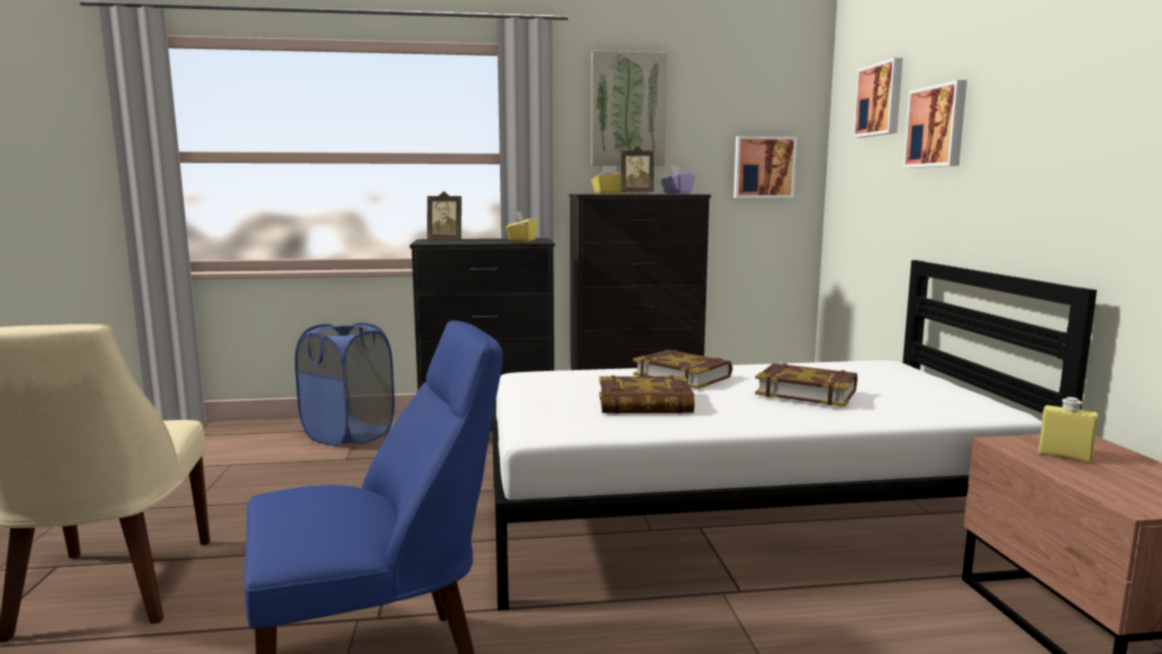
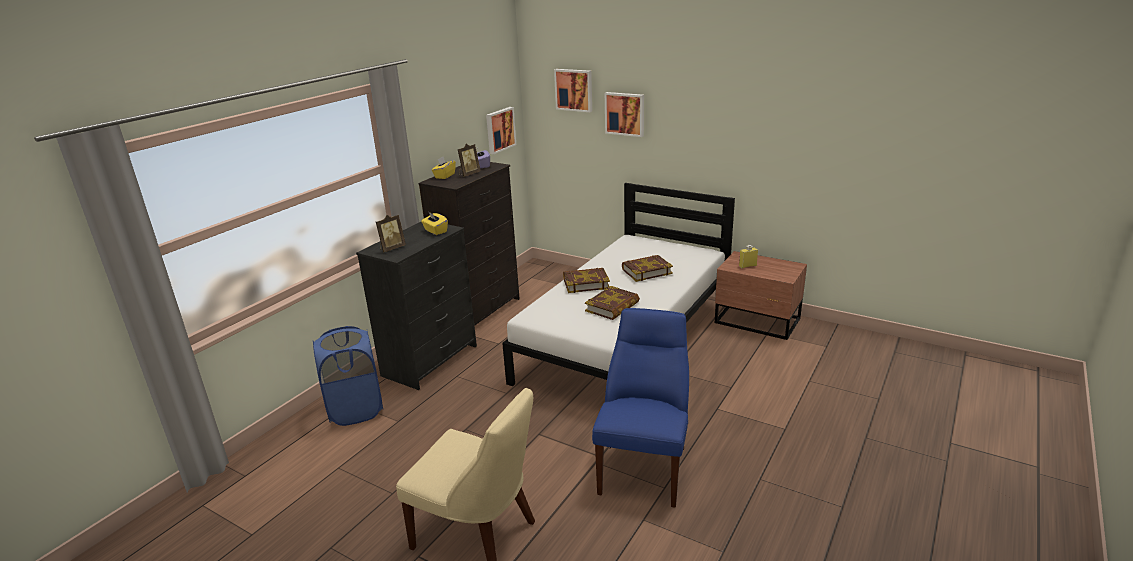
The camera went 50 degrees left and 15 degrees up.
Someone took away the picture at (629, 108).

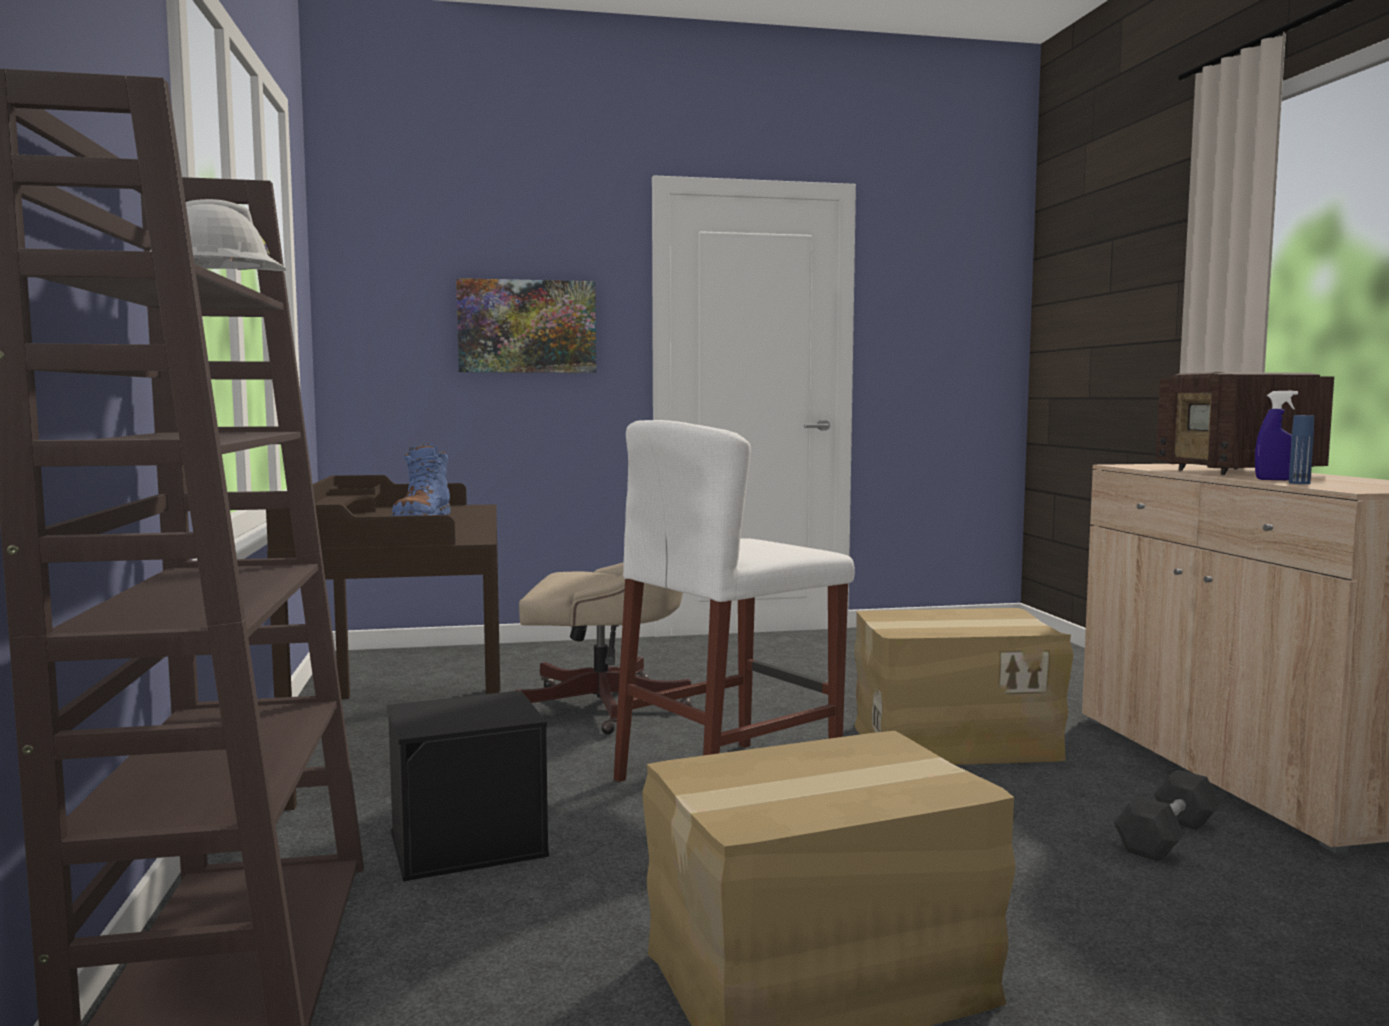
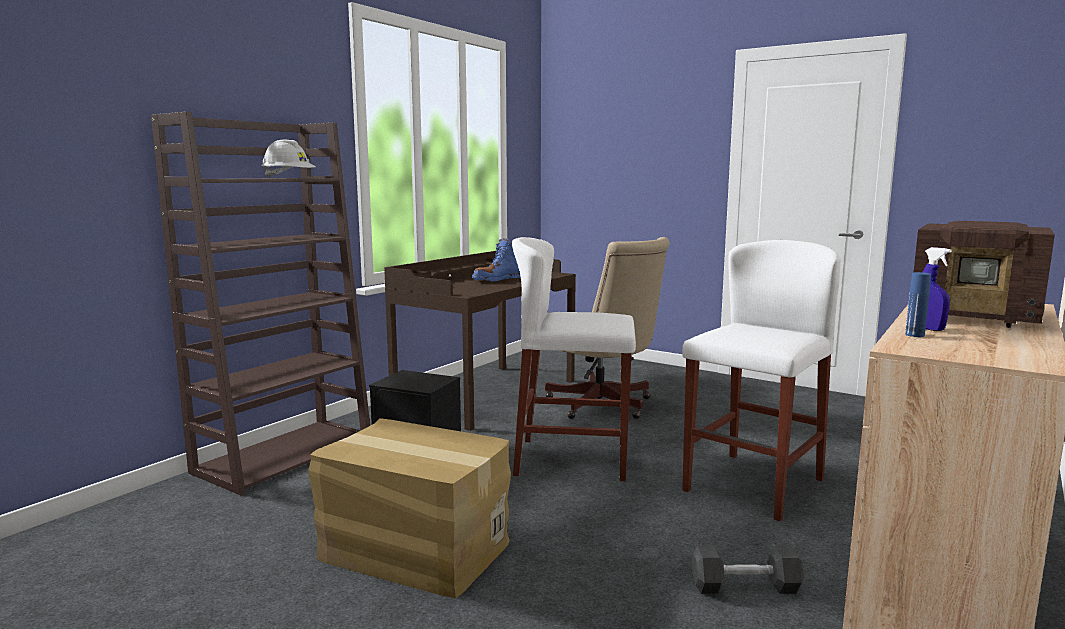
The camera went 45 degrees right and 5 degrees up.
Someone took away the picture at (526, 325).
Someone rotated the radio at (1245, 423) by 90 degrees counterclockwise.
Someone swapped the cardboard box at (963, 686) for the white stool at (761, 380).

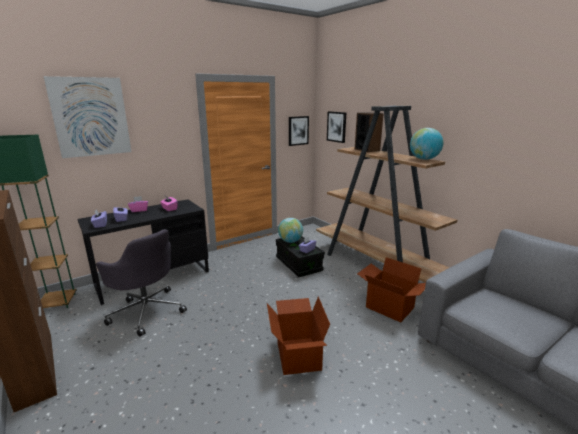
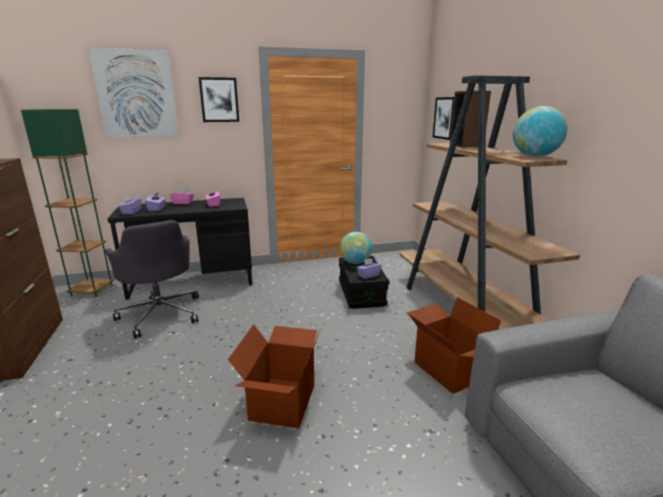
The camera went 20 degrees right and 0 degrees up.
Someone carried the picture from (299, 131) to (219, 99).

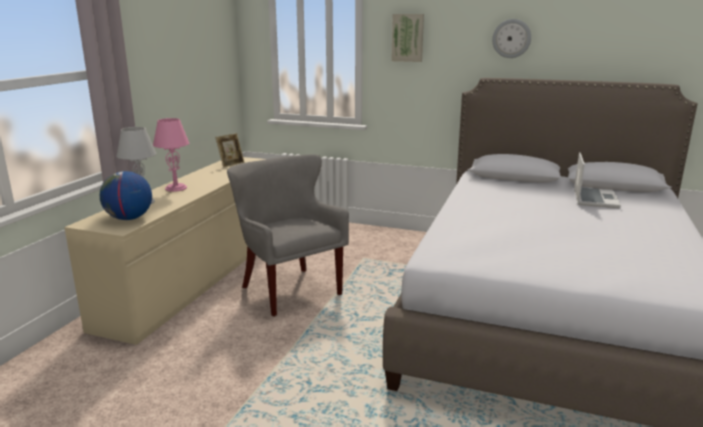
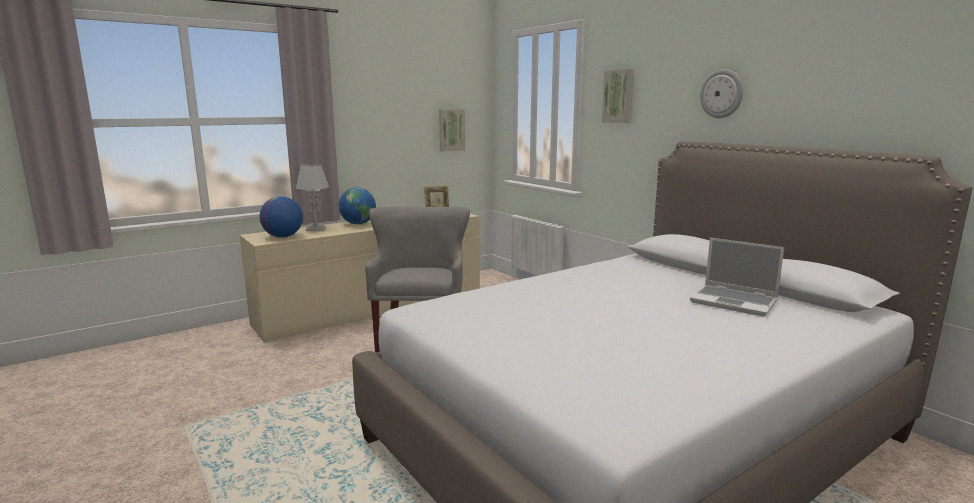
The camera went 35 degrees right and 5 degrees down.
Someone swapped the pink table lamp at (171, 155) for the globe at (357, 205).
Someone rotated the laptop at (597, 180) by 75 degrees clockwise.
Someone put up the picture at (452, 130).

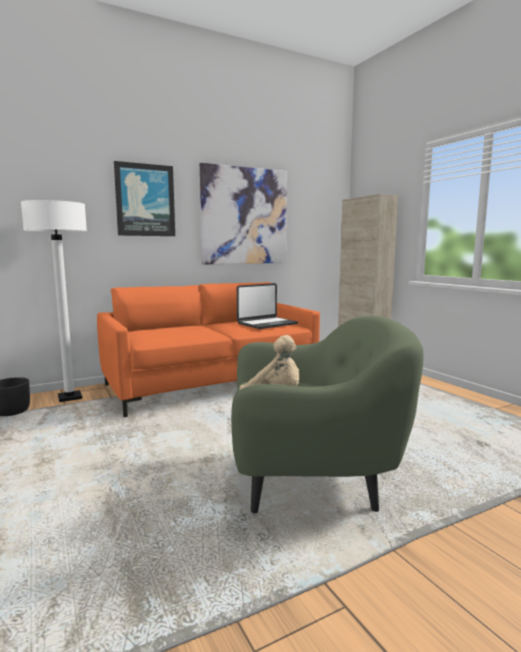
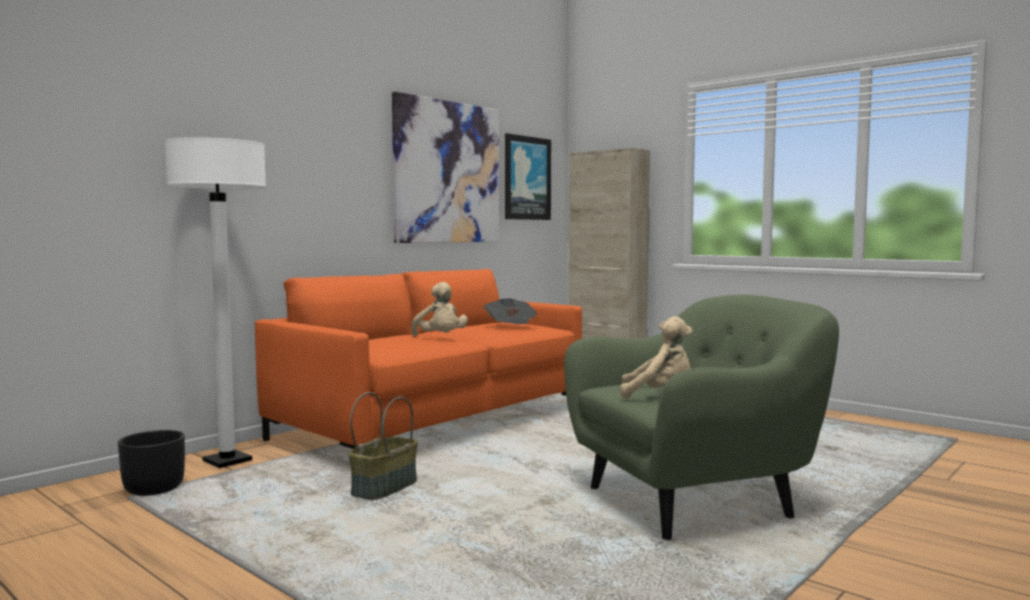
The camera went 20 degrees left and 5 degrees down.
Someone carried the picture from (144, 198) to (528, 176).
Someone swapped the laptop at (267, 306) for the newspaper at (510, 311).
Someone put down the beige plush toy at (439, 309).
Someone put down the basket at (383, 446).

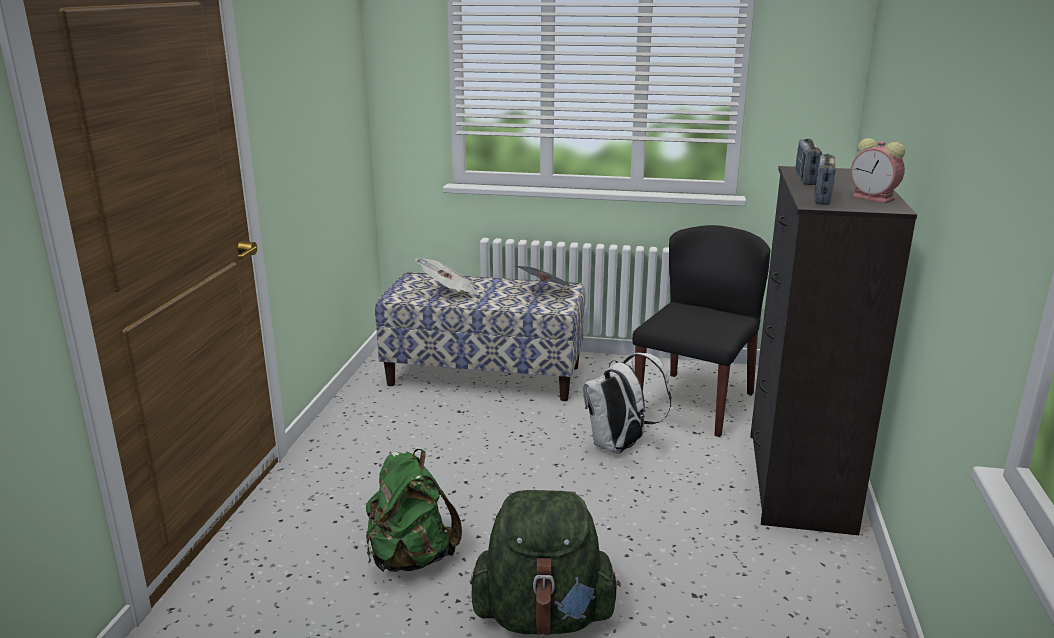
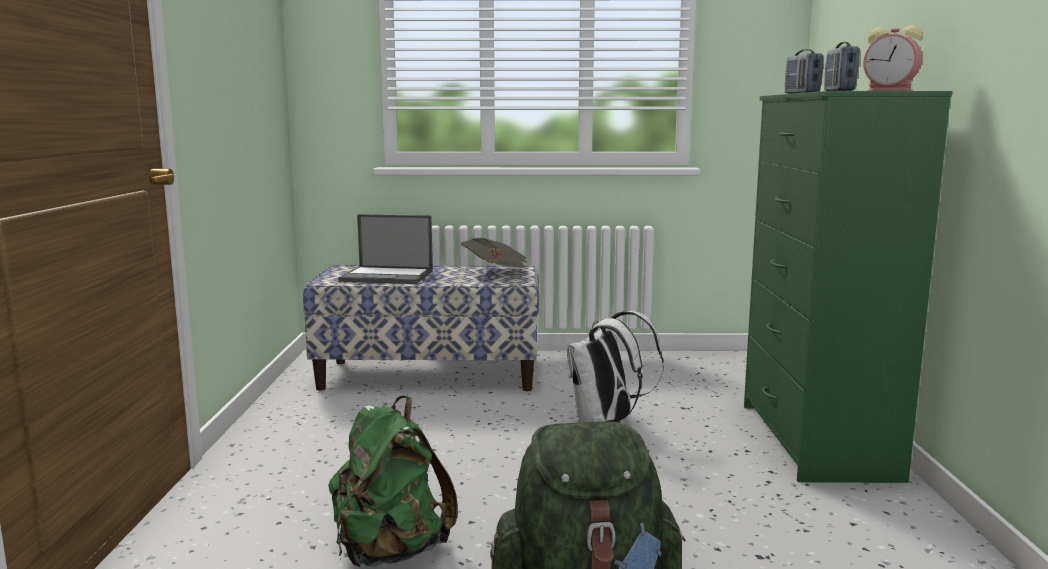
The camera went 10 degrees left and 10 degrees down.
Someone repainted the black dresser at (833, 350), which became the green dresser at (848, 287).
Someone took away the black chair at (701, 331).
Someone swapped the newspaper at (447, 276) for the laptop at (385, 249).

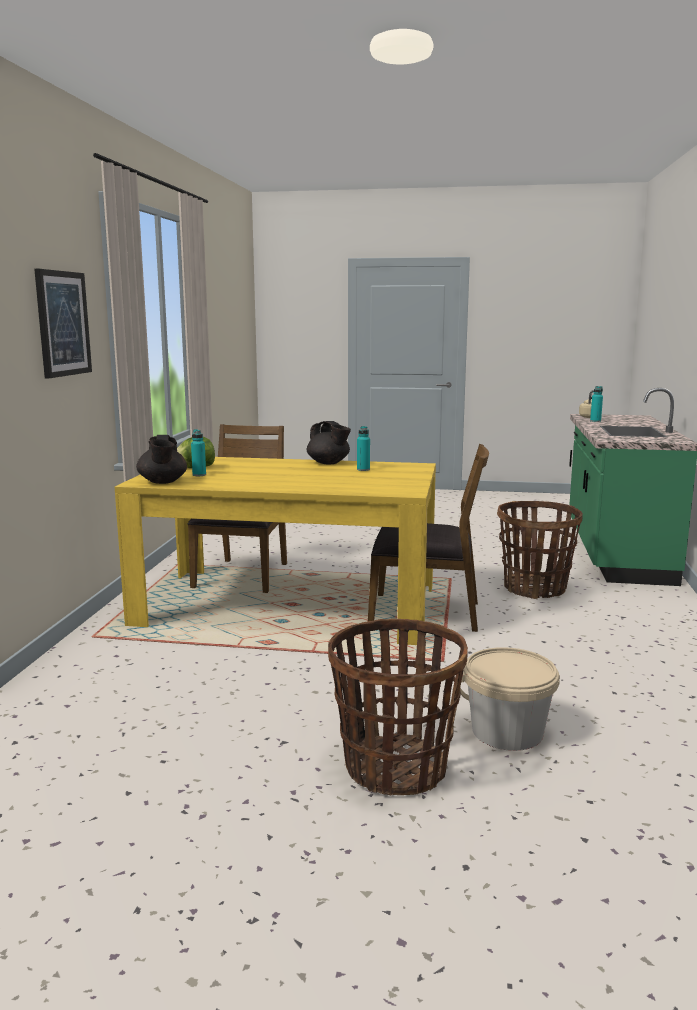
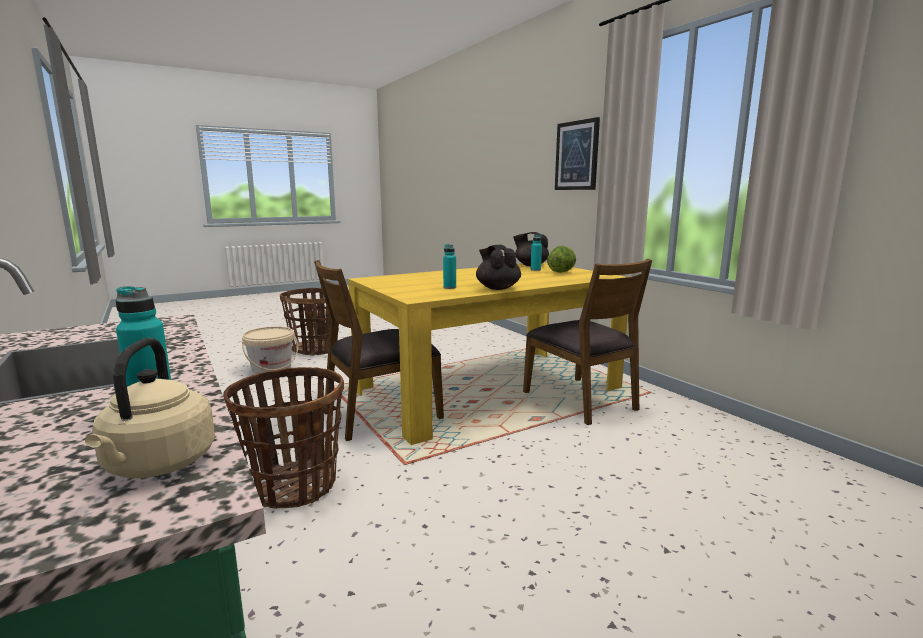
The camera went 140 degrees right and 0 degrees up.
Someone rotated the black teapot at (329, 442) by 60 degrees clockwise.

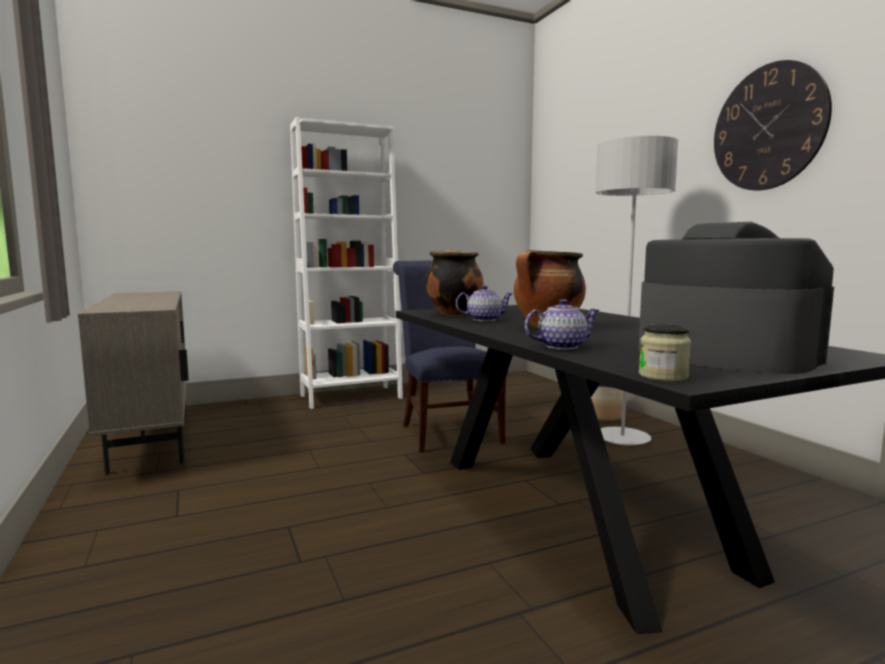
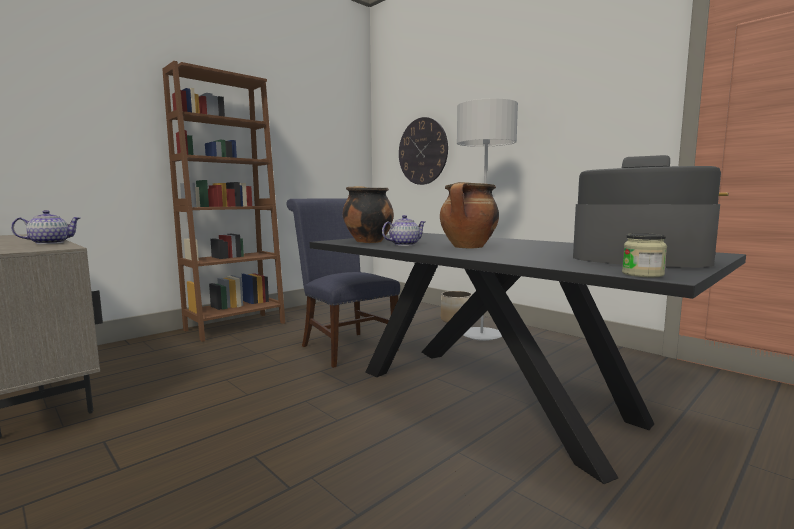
The camera went 20 degrees left and 0 degrees up.
Someone carried the wall clock from (773, 125) to (423, 151).
Someone repainted the white bookcase at (346, 263), which became the brown bookcase at (224, 201).
Someone carried the teapot from (562, 324) to (45, 227).

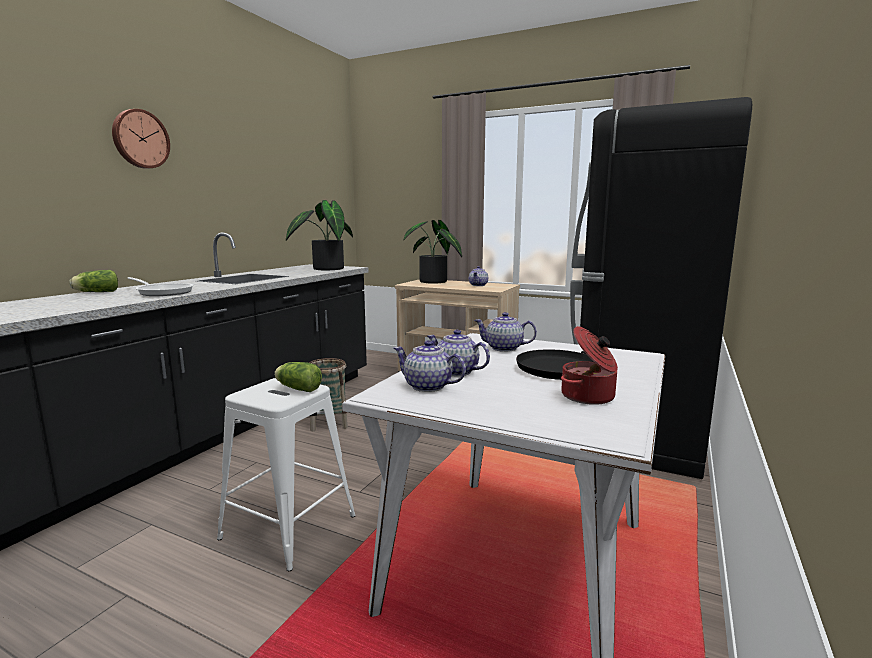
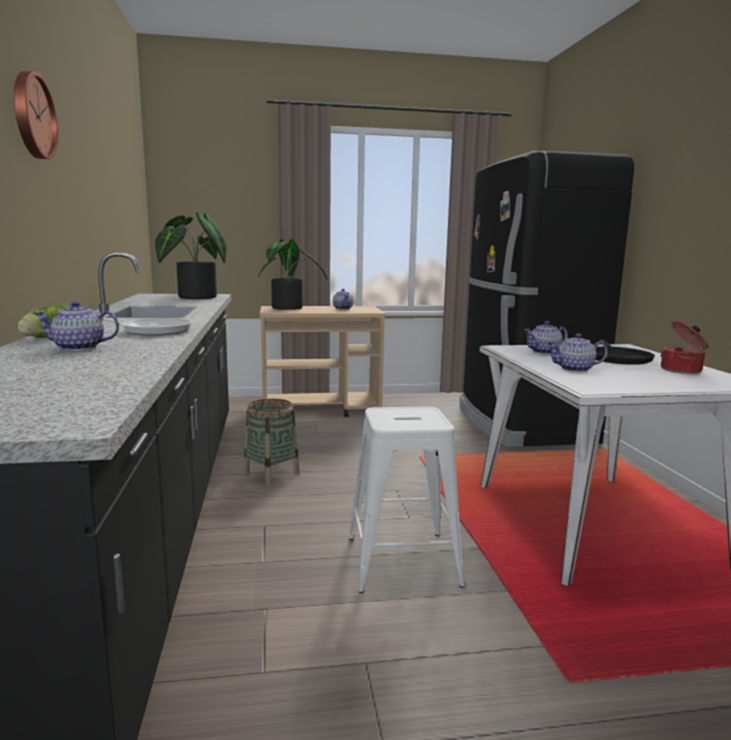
The camera went 35 degrees left and 0 degrees up.
Someone carried the teapot from (430, 366) to (76, 326).
Someone took away the lettuce at (298, 377).

